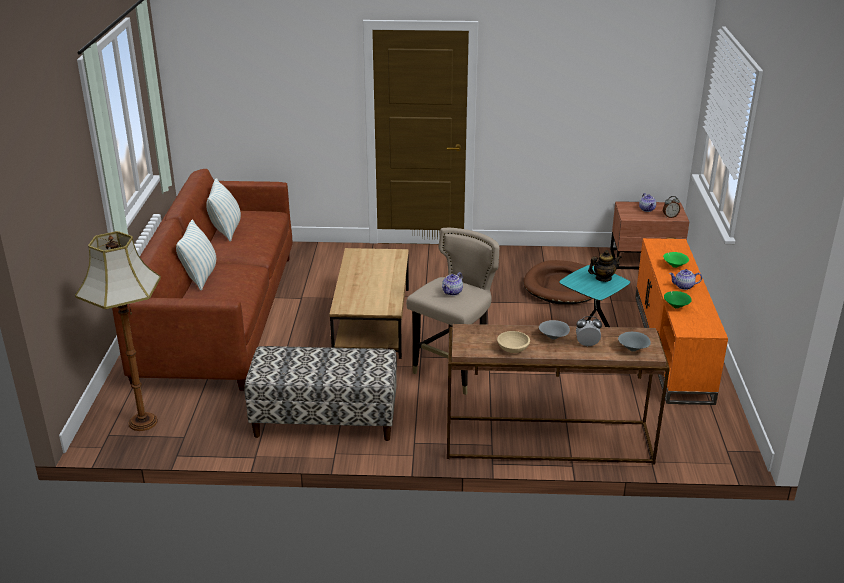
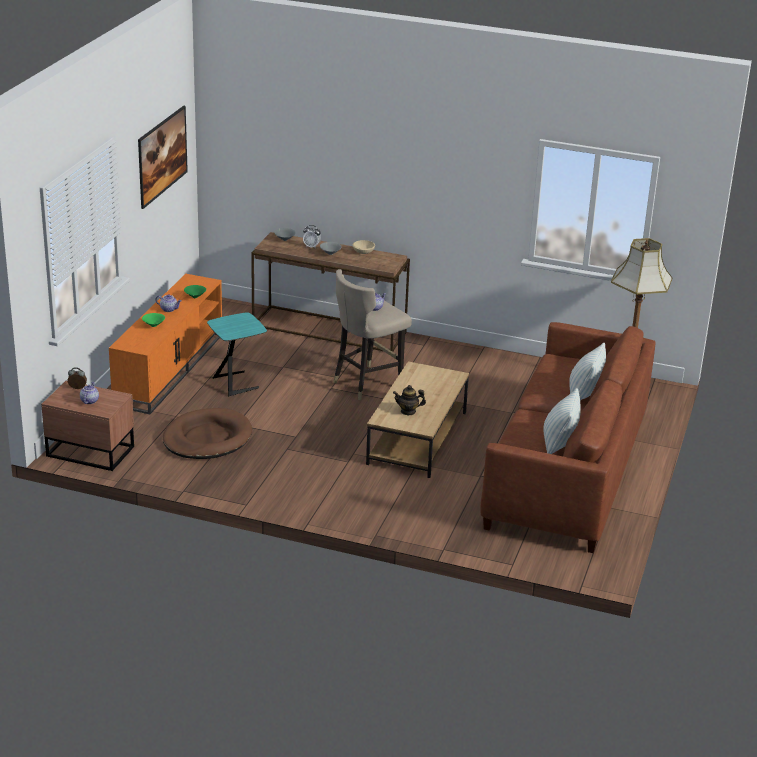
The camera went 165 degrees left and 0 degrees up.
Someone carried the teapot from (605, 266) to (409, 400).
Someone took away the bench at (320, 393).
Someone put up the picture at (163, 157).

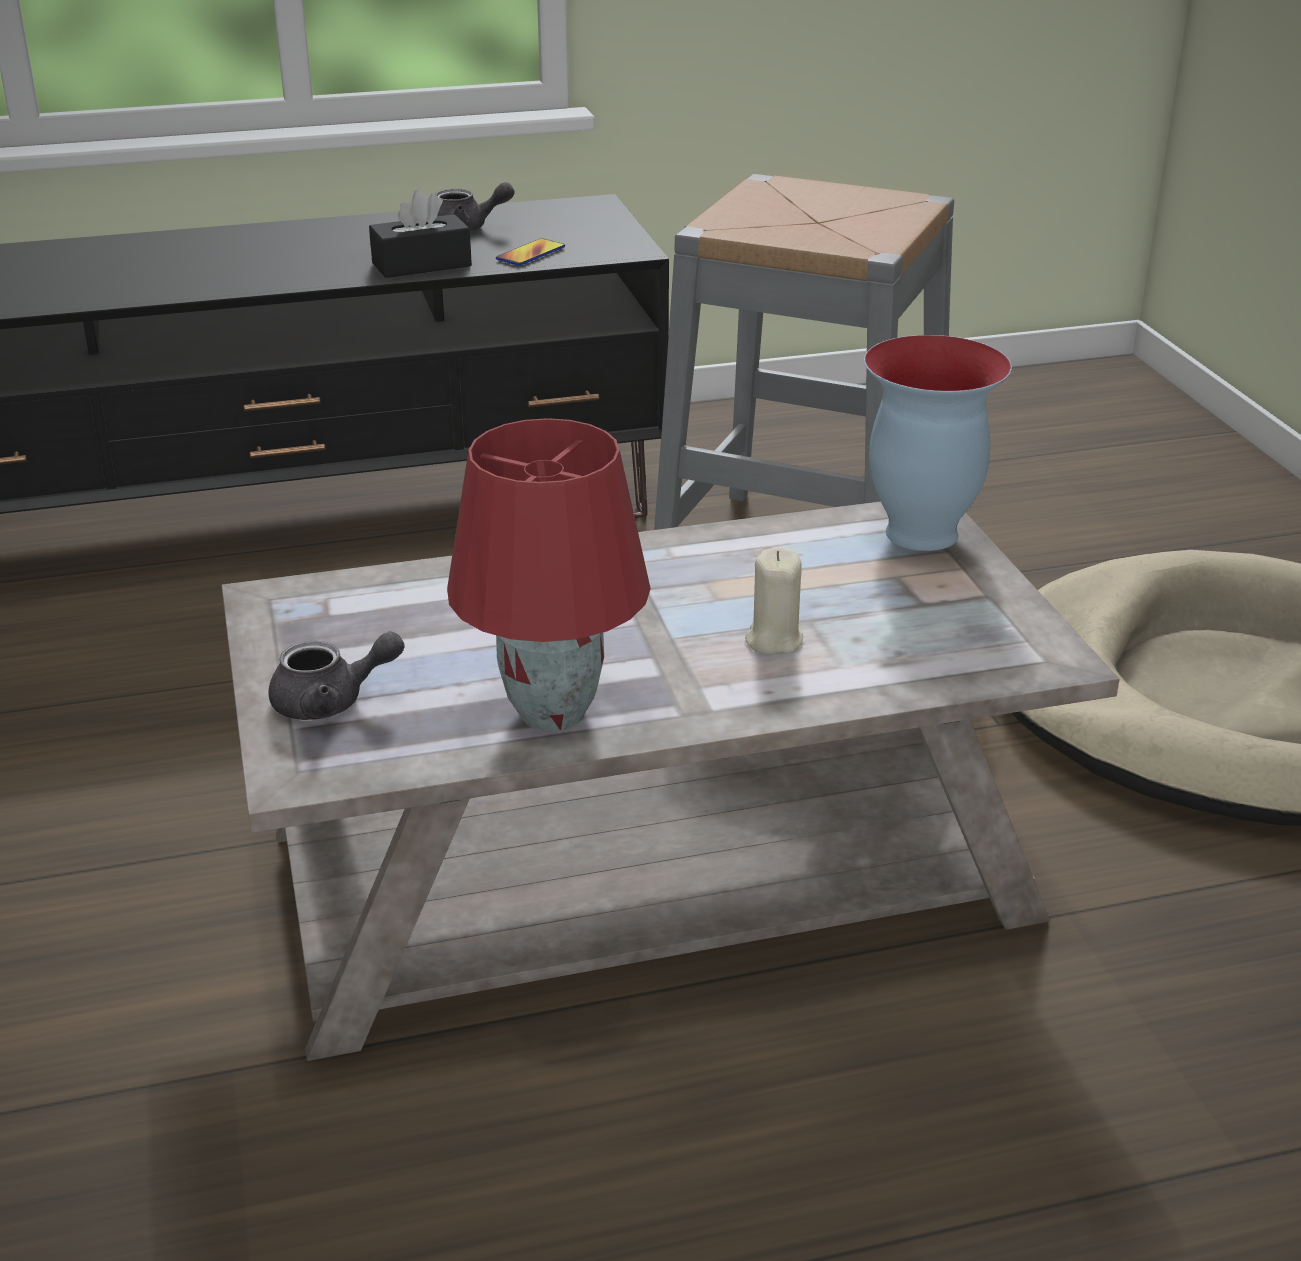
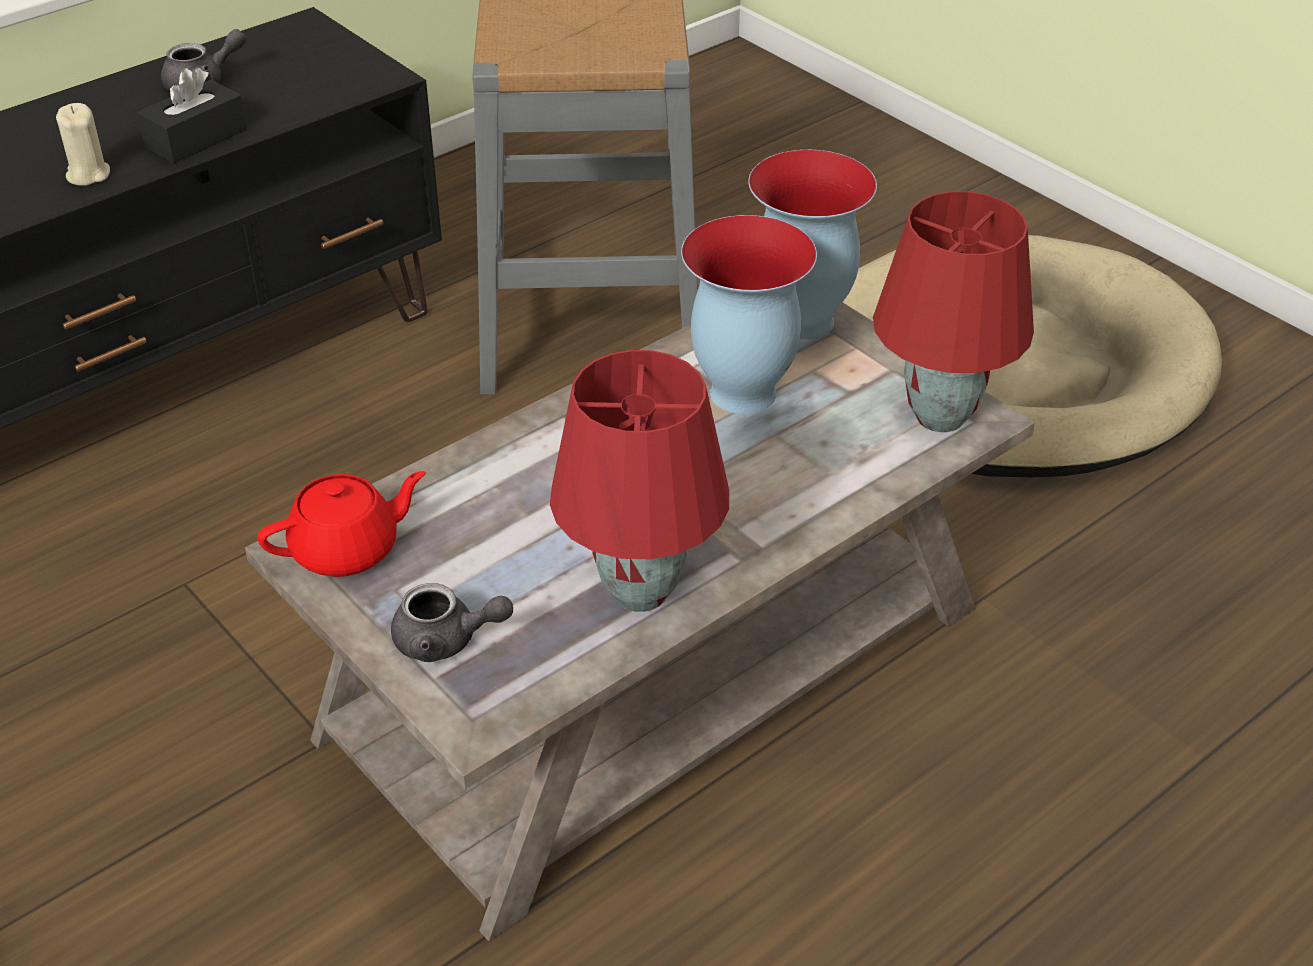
The camera went 25 degrees left and 10 degrees up.
Someone took away the phone at (530, 252).
Someone carried the beige candle from (774, 600) to (83, 144).
Someone rotated the grey teapot at (337, 675) by 45 degrees clockwise.
Someone put down the red table lamp at (953, 311).
Someone put down the vase at (749, 314).
Someone put down the red teapot at (341, 524).

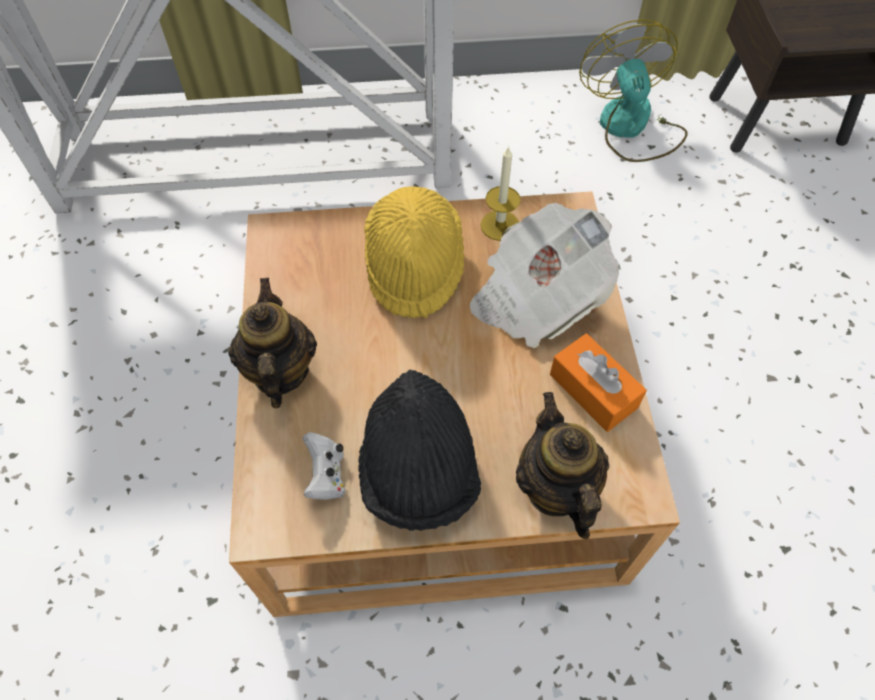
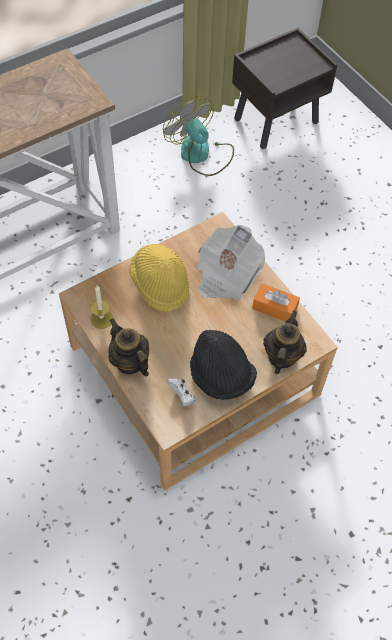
The camera went 30 degrees left and 0 degrees up.
Someone carried the candle from (500, 193) to (101, 307).
Someone rotated the teapot at (562, 465) by 60 degrees clockwise.

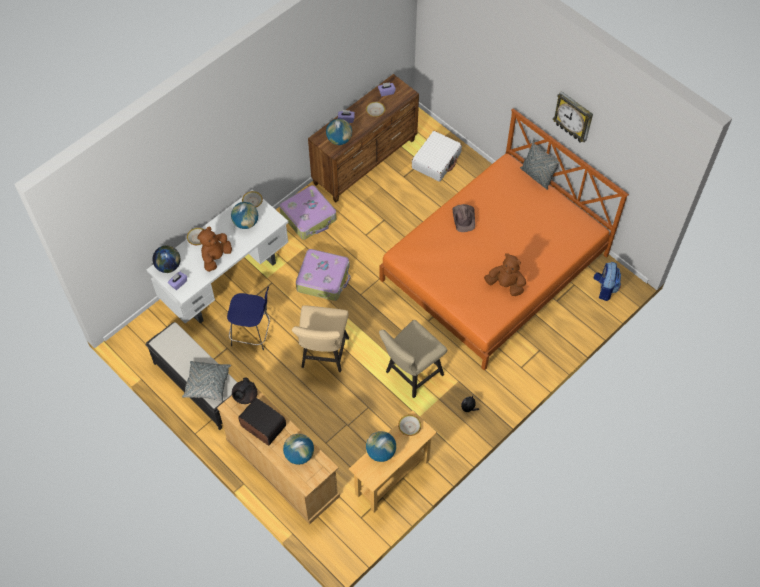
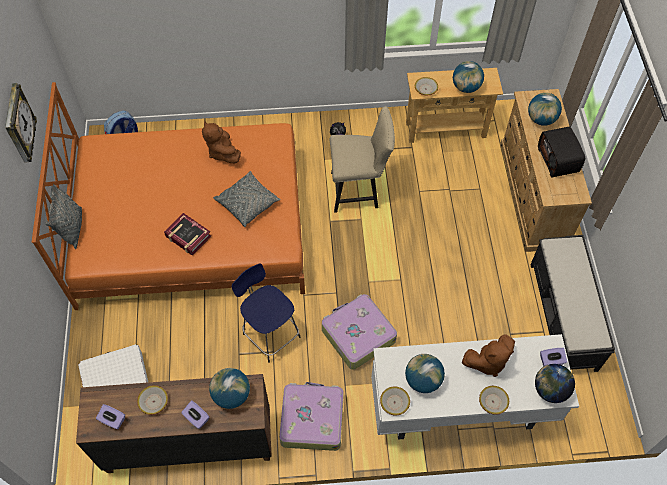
The camera went 140 degrees left and 0 degrees up.
Someone swapped the brown hat at (463, 218) for the book at (187, 234).
Someone carried the blue stool from (248, 318) to (266, 313).
Someone took away the beige chair at (320, 338).
Someone carried the grey pillow from (206, 381) to (246, 199).
Someone took away the black teapot at (245, 390).

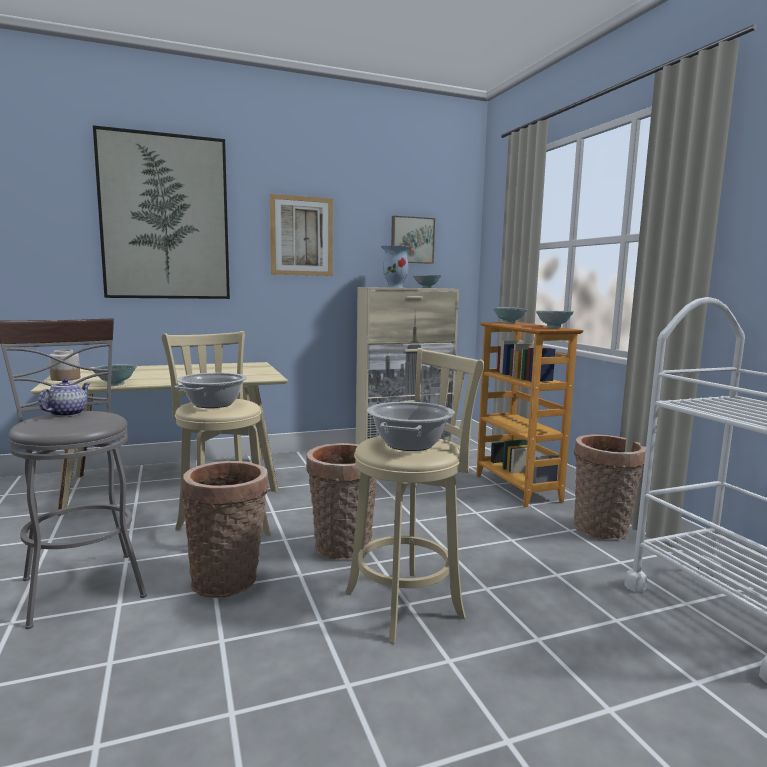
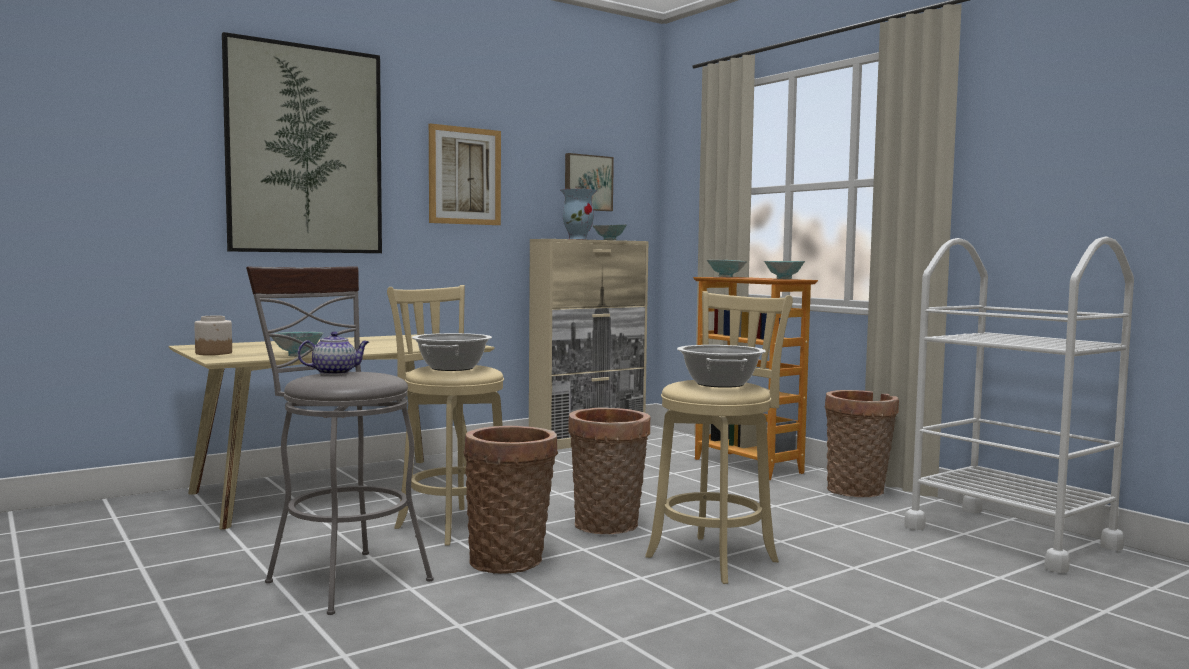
The camera went 15 degrees left and 5 degrees down.
Someone rotated the teapot at (64, 397) by 60 degrees clockwise.

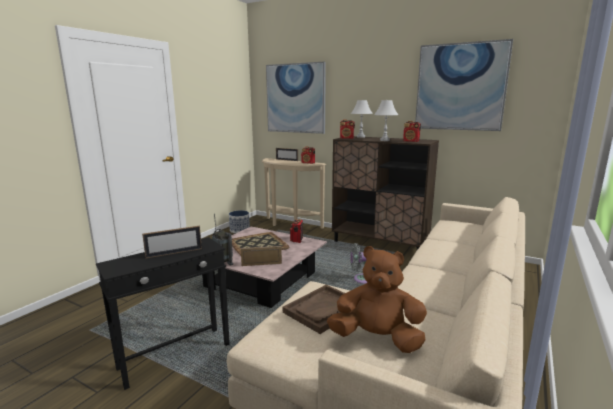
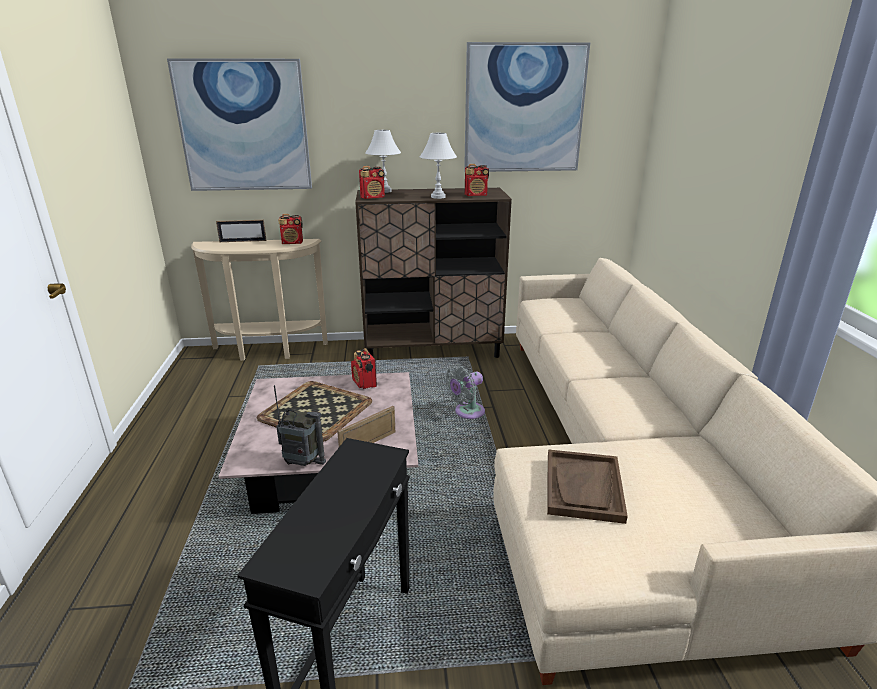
The camera went 35 degrees left and 10 degrees up.
Someone took away the planter at (239, 221).
Someone took away the picture frame at (172, 242).
Someone took away the brown plush toy at (377, 299).

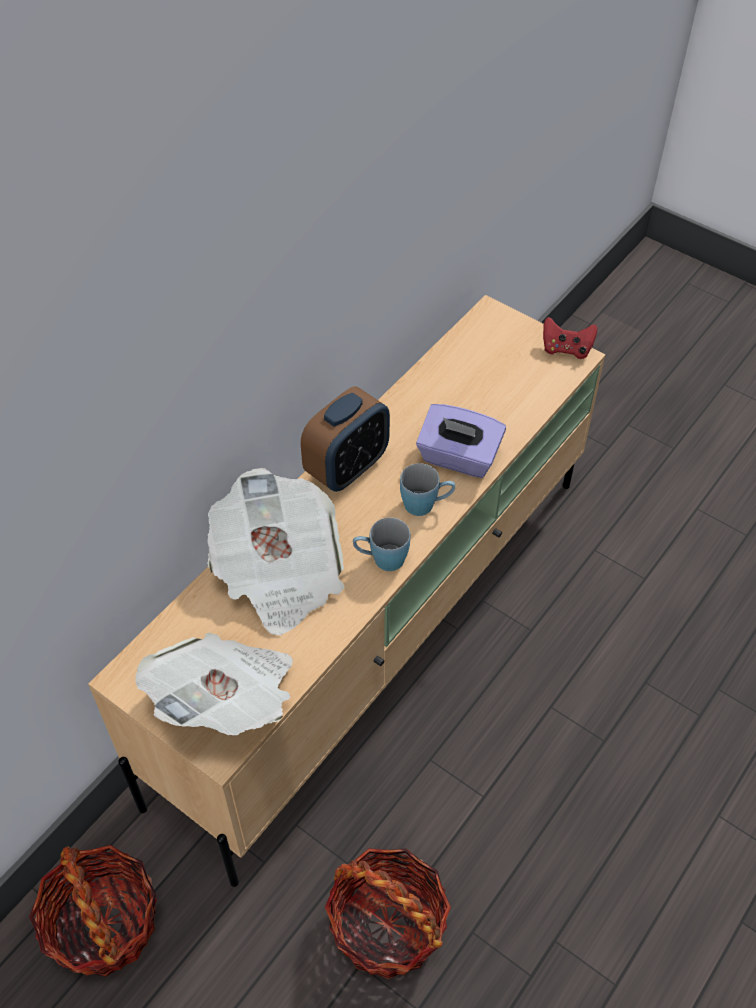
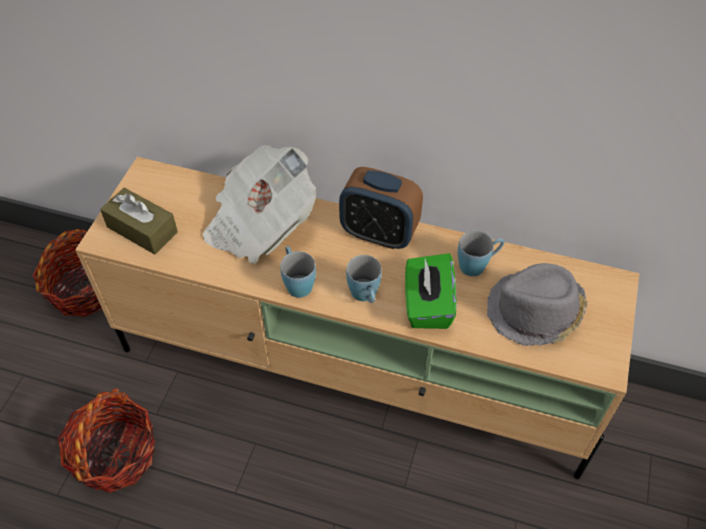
The camera went 70 degrees right and 0 degrees up.
Someone took away the red game controller at (570, 338).
Someone repainted the purple tissue box at (461, 441), which became the green tissue box at (431, 291).
Someone swapped the newspaper at (214, 684) for the brown tissue box at (139, 221).
Someone put down the blue mug at (481, 253).
Someone put down the grey hat at (537, 304).

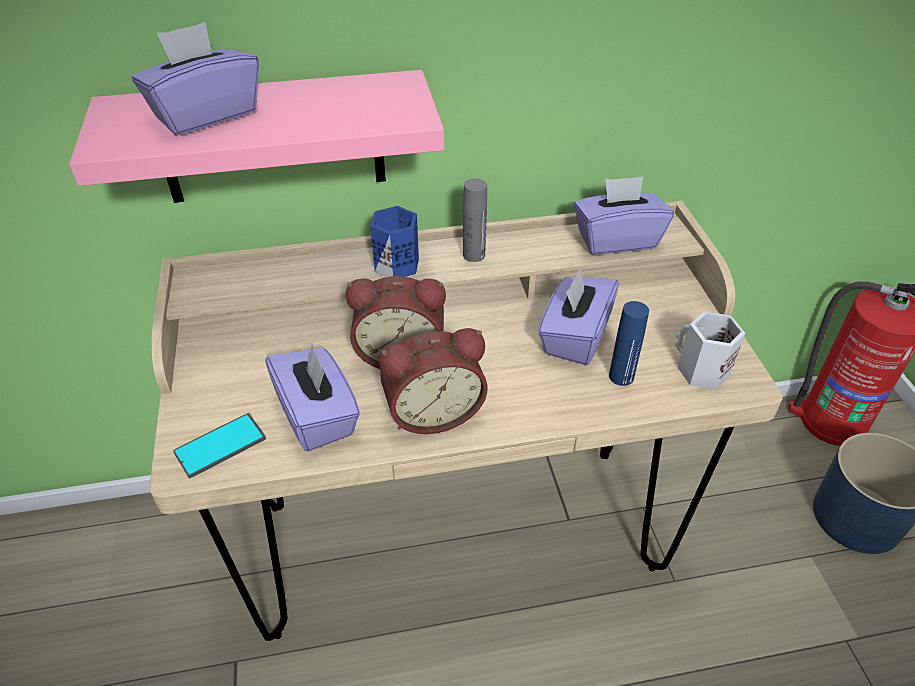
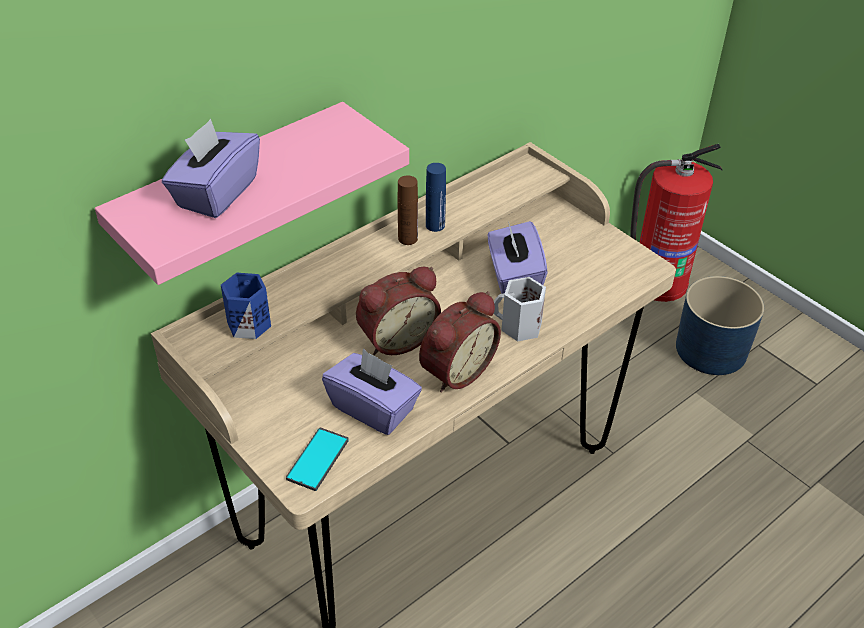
The camera went 30 degrees left and 0 degrees up.
Someone took away the purple tissue box at (624, 215).
Someone repainted the grey bottle at (475, 220), which became the brown bottle at (407, 210).
Someone carried the blue mug from (394, 241) to (246, 306).
Someone carried the blue bottle from (629, 343) to (436, 197).
Someone carried the white mug from (710, 350) to (520, 309).

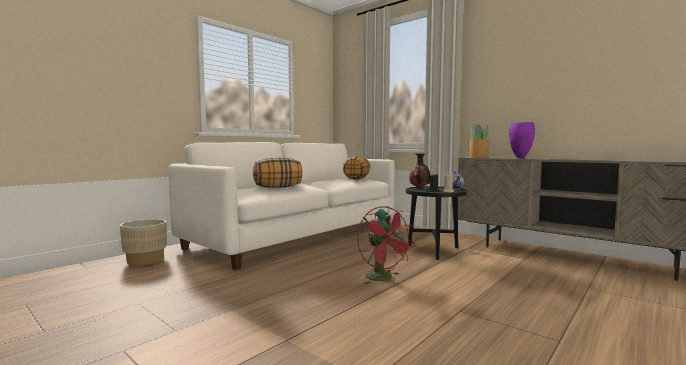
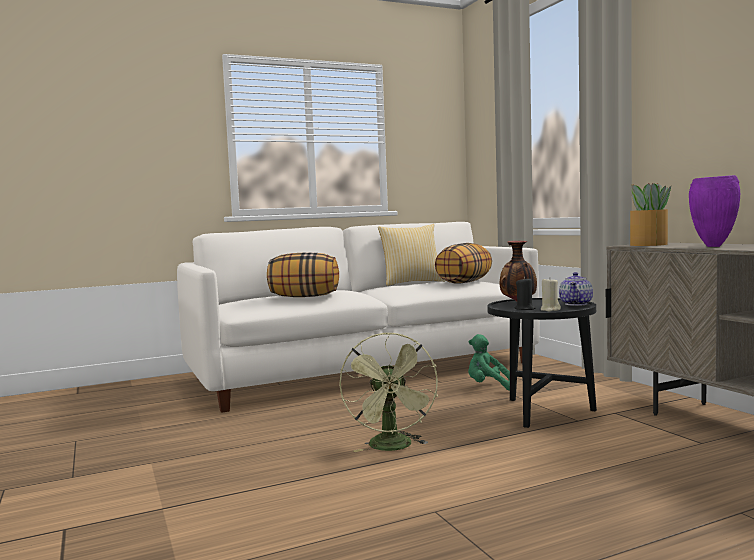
The camera went 25 degrees right and 0 degrees up.
Someone repainted the red fan at (385, 245), which became the green fan at (388, 392).
Someone took away the beige planter at (143, 242).
Someone put down the pillow at (411, 255).

